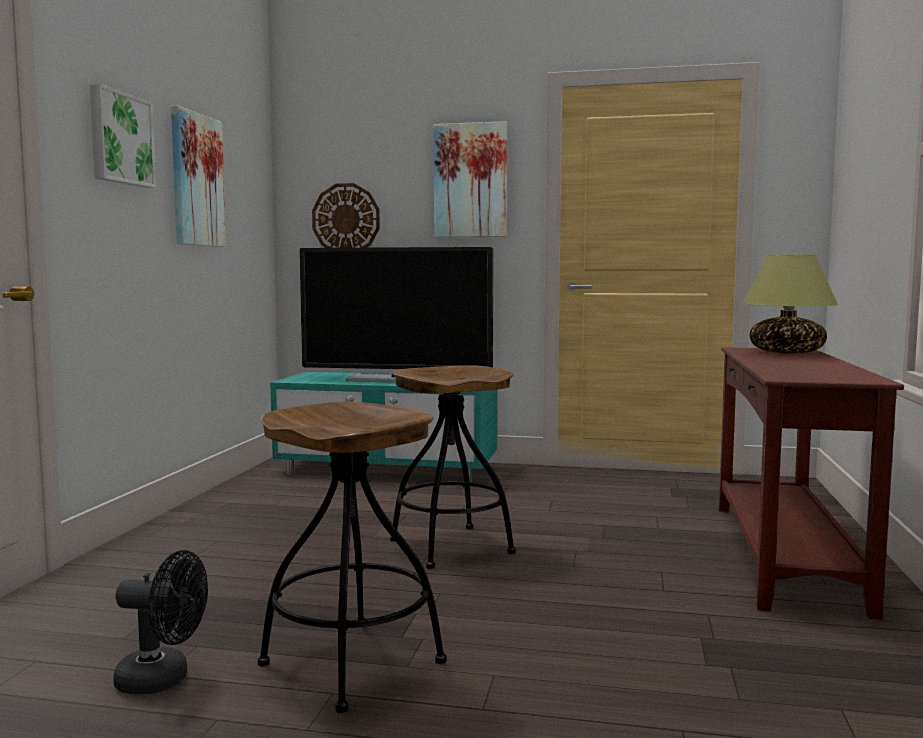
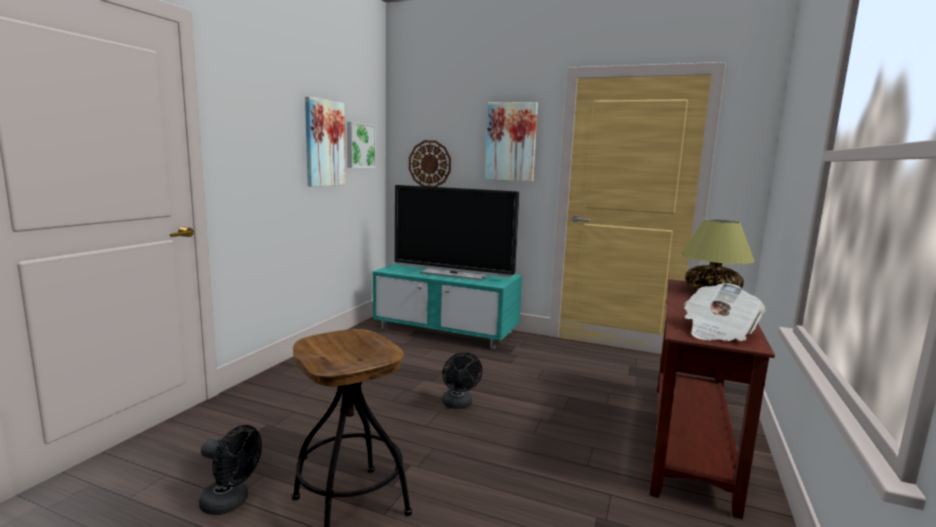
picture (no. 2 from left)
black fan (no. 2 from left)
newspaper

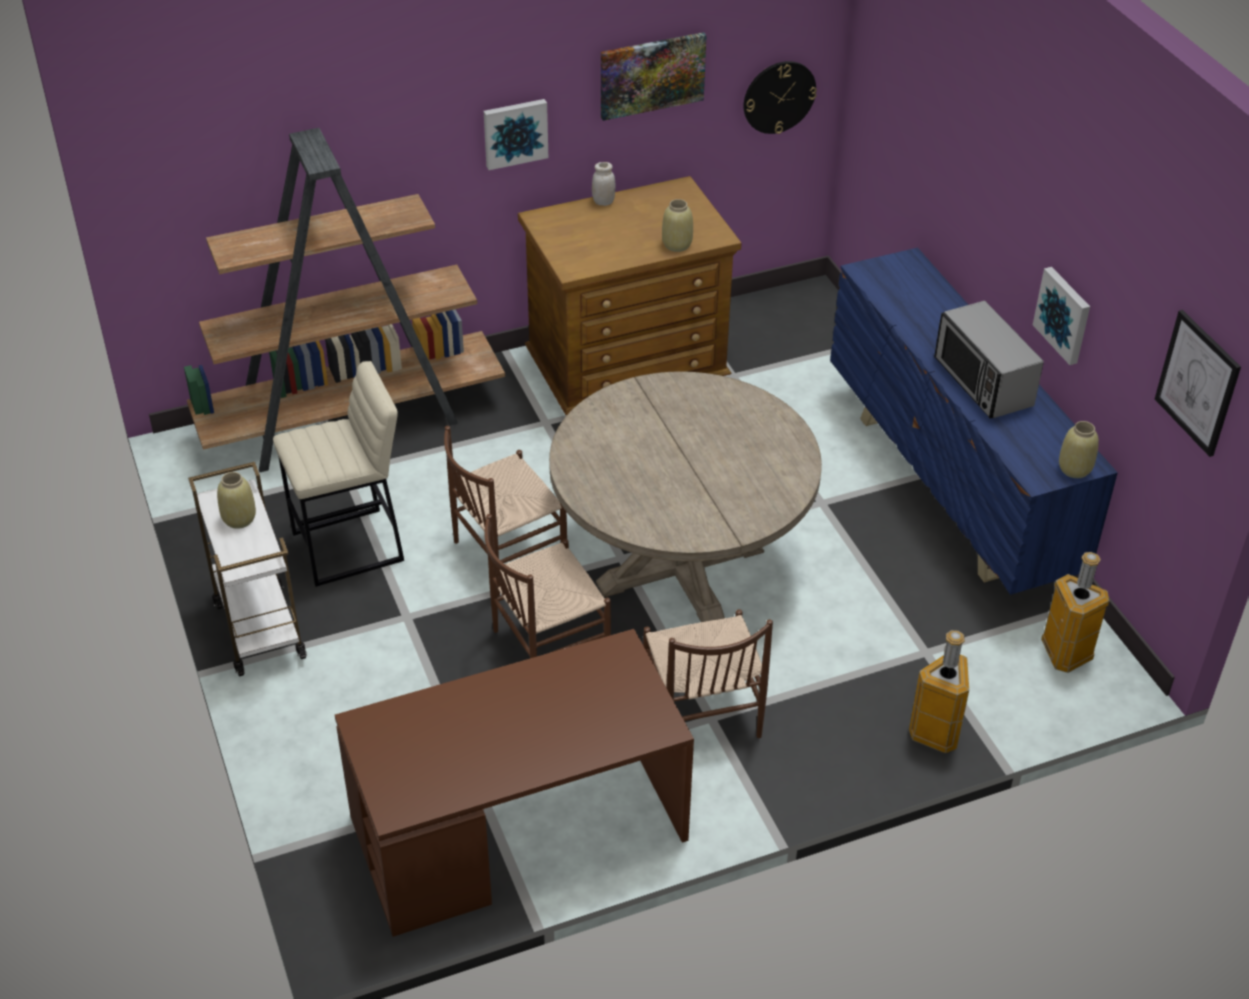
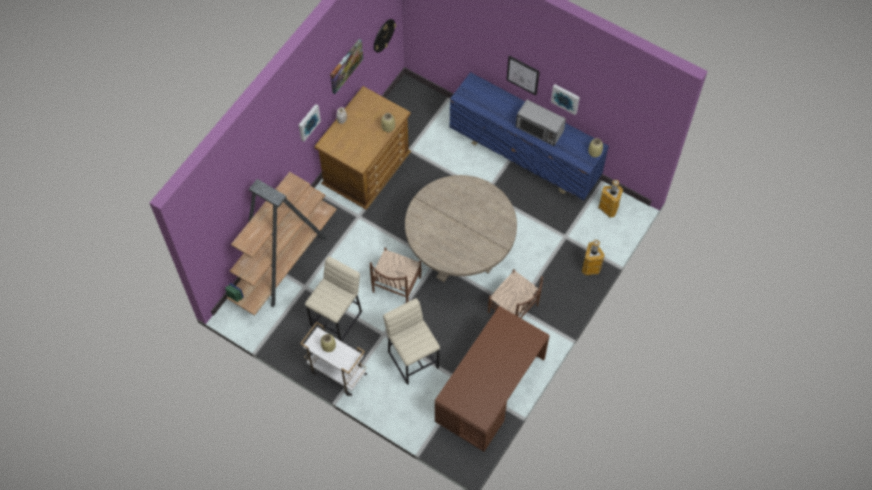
beige stool (no. 2 from left)
picture (no. 3 from left)
brown chair (no. 2 from left in the first image)

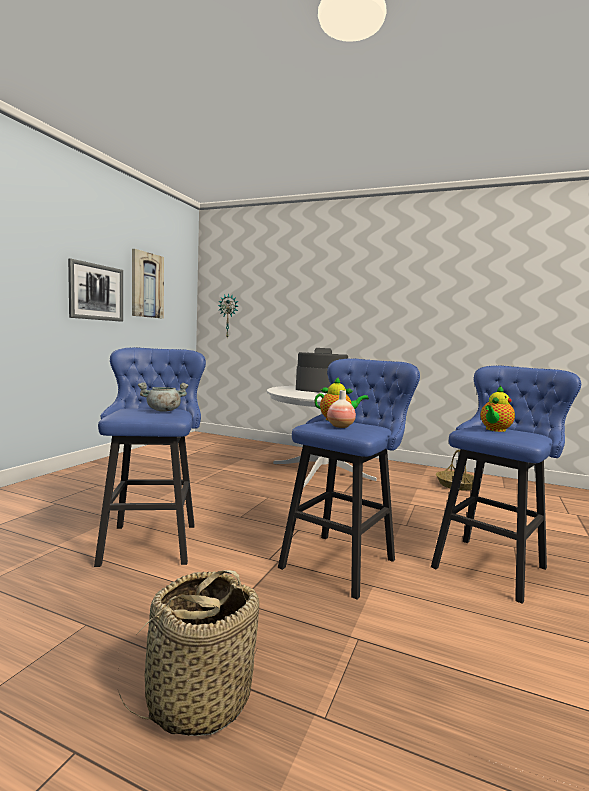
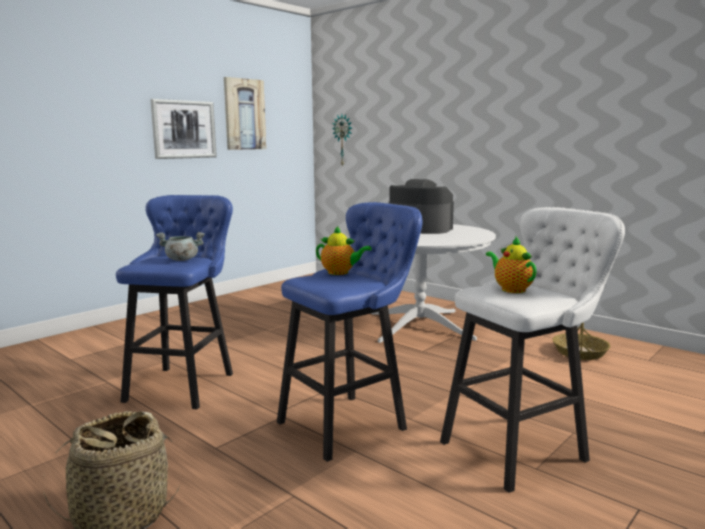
white stool
teapot (no. 2 from left)
vase

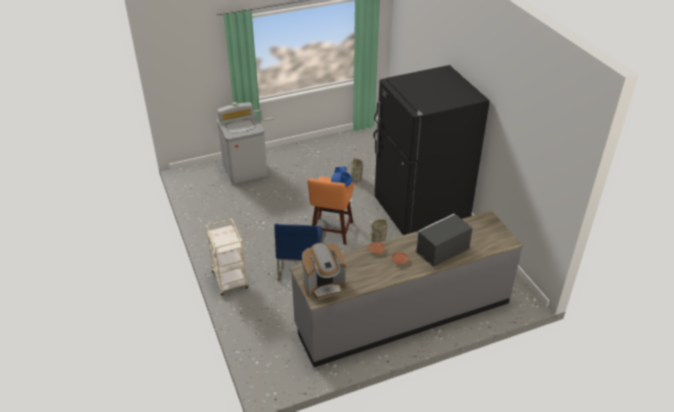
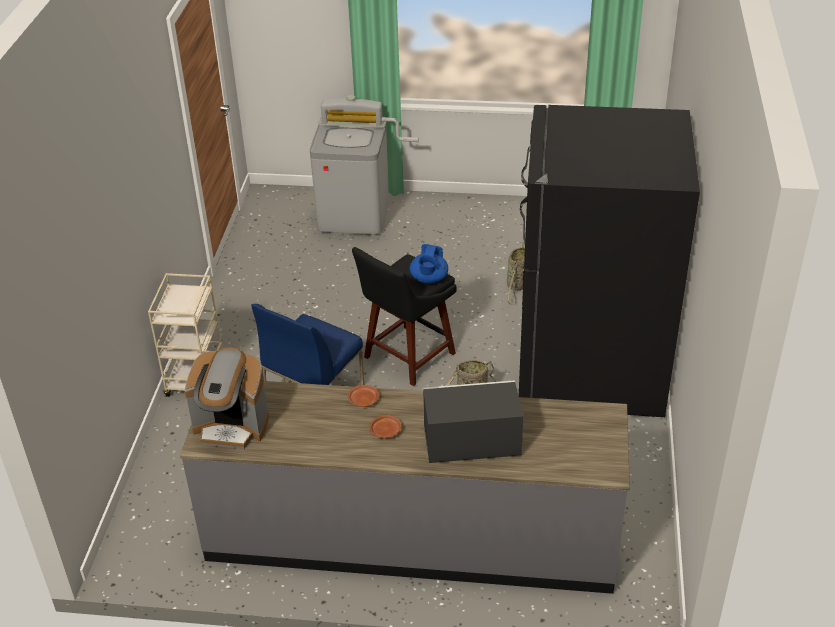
black stool

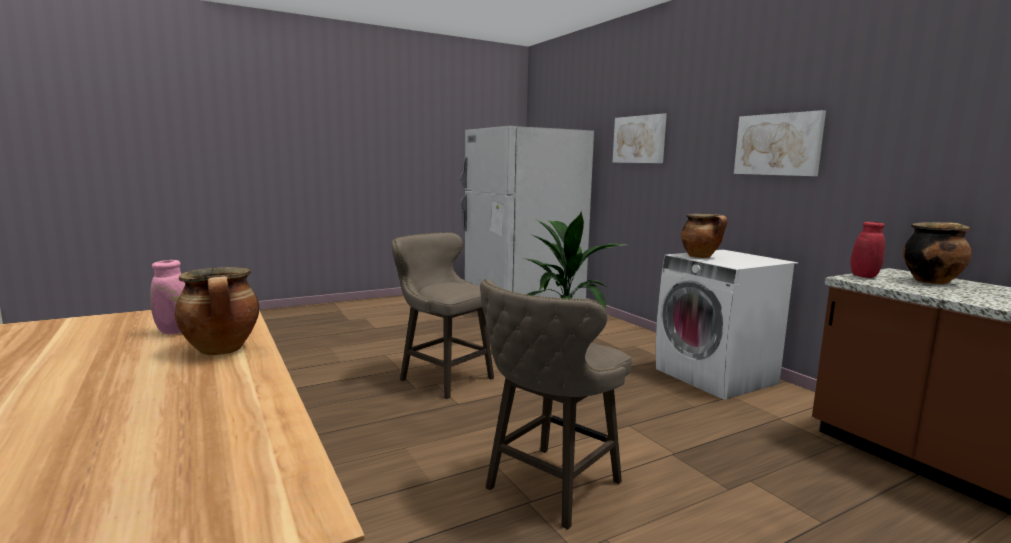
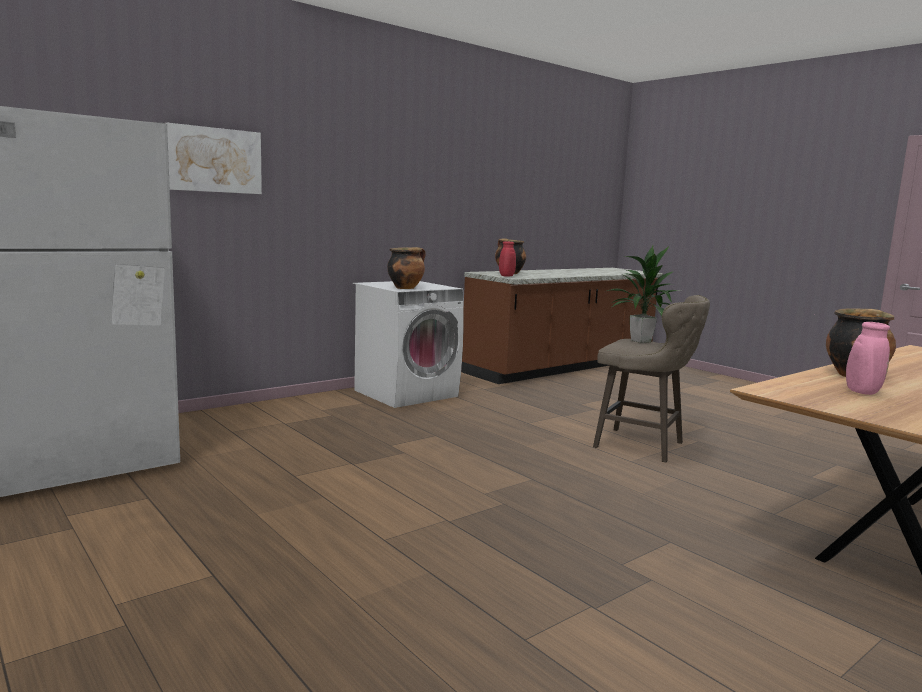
beige stool (no. 1 from left in the first image)
picture (no. 2 from left in the first image)

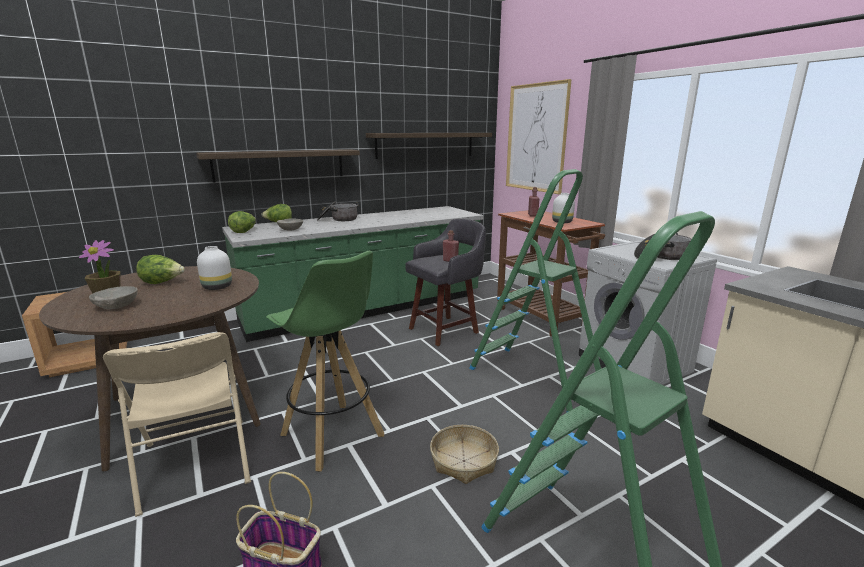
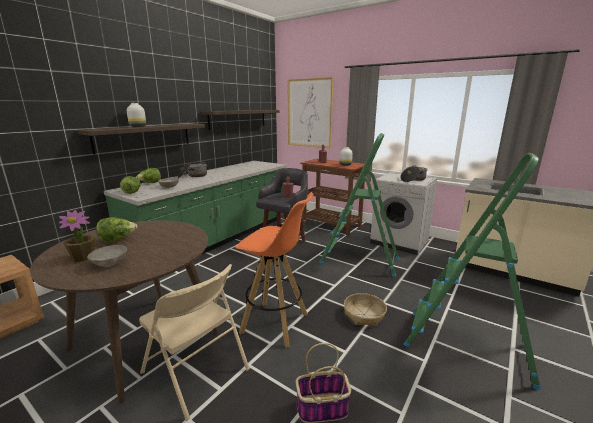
white vase (no. 1 from left)
orange stool

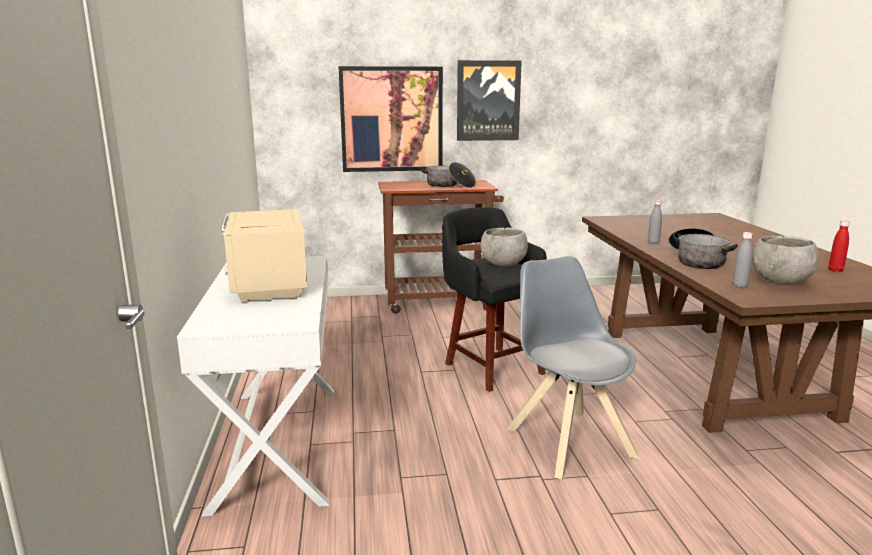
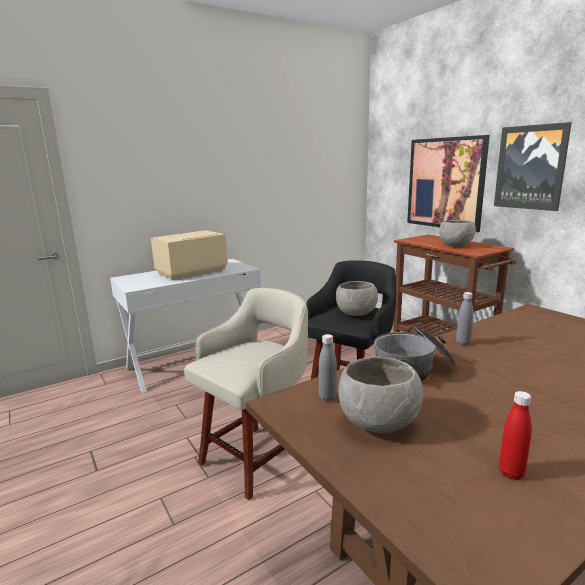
beige stool
grey bowl (no. 3 from left)

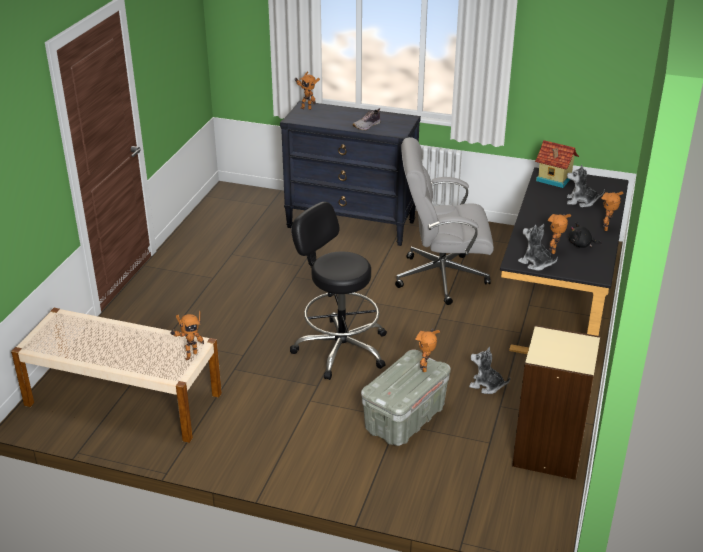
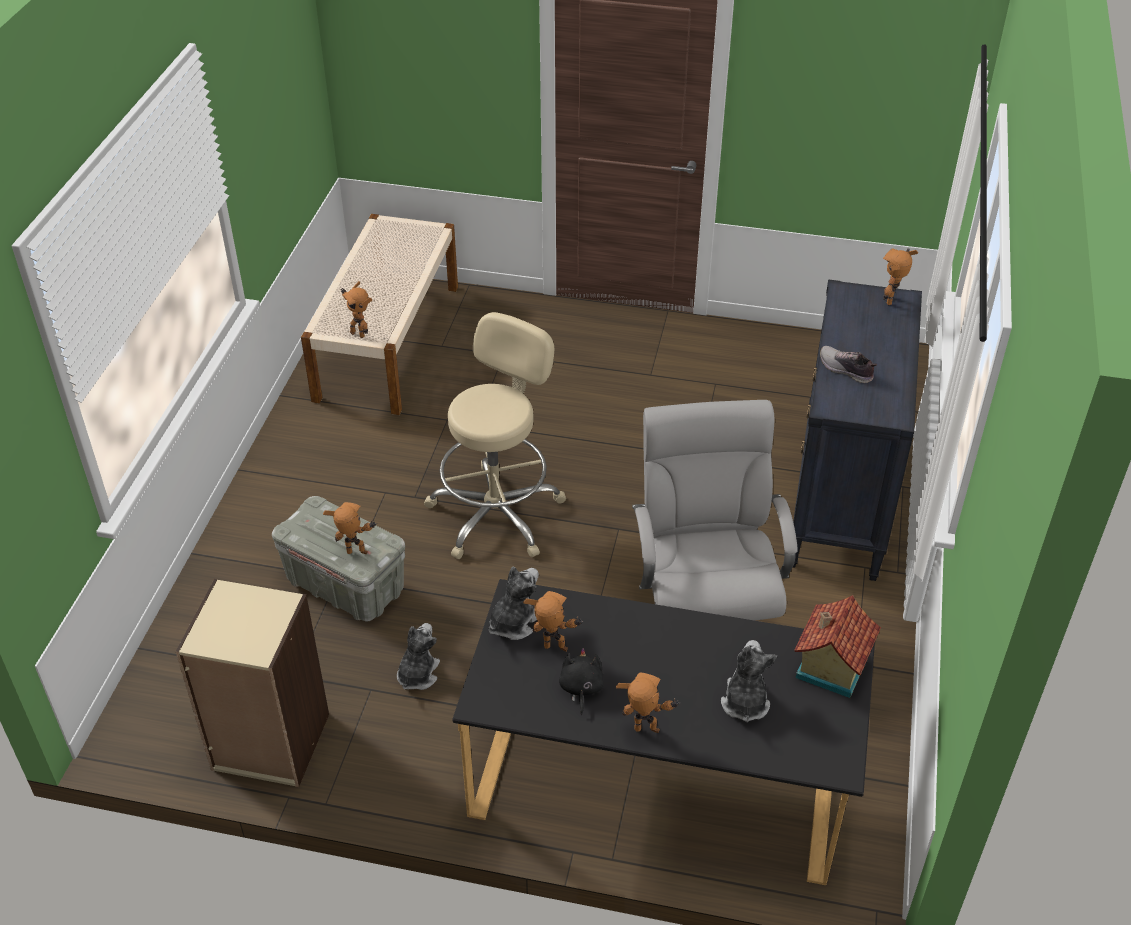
beige stool

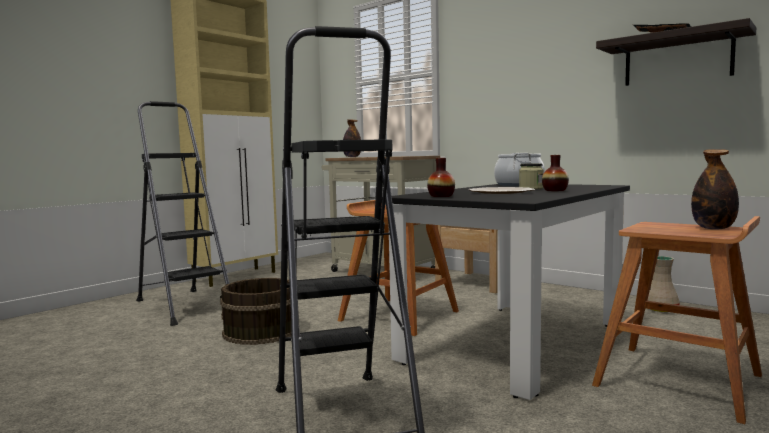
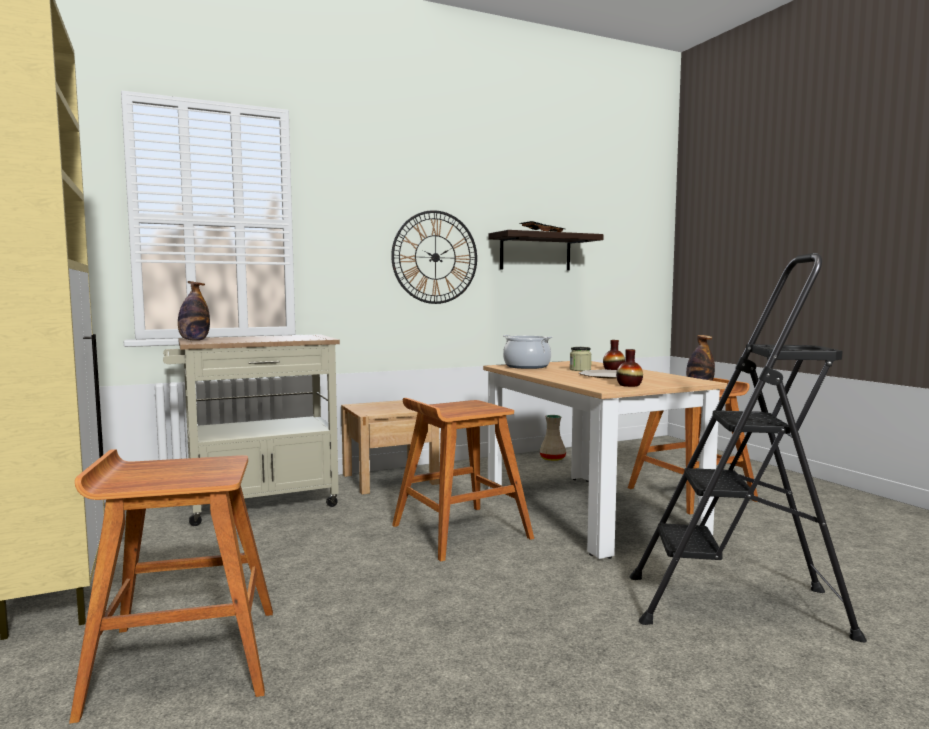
brown stool (no. 1 from left)
wall clock
beige dining table
brown bucket

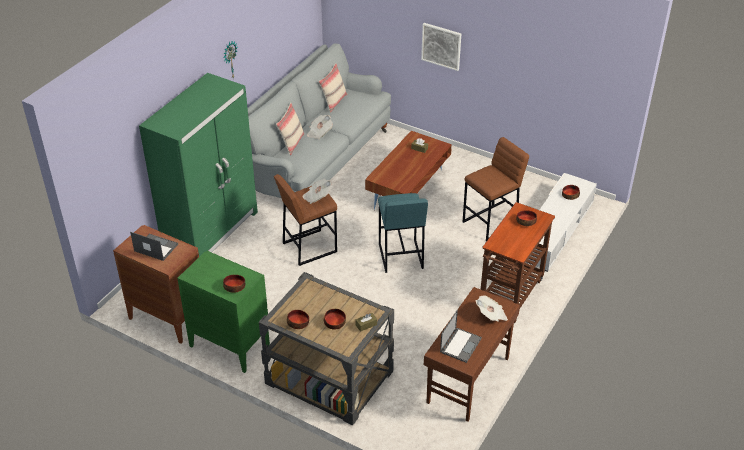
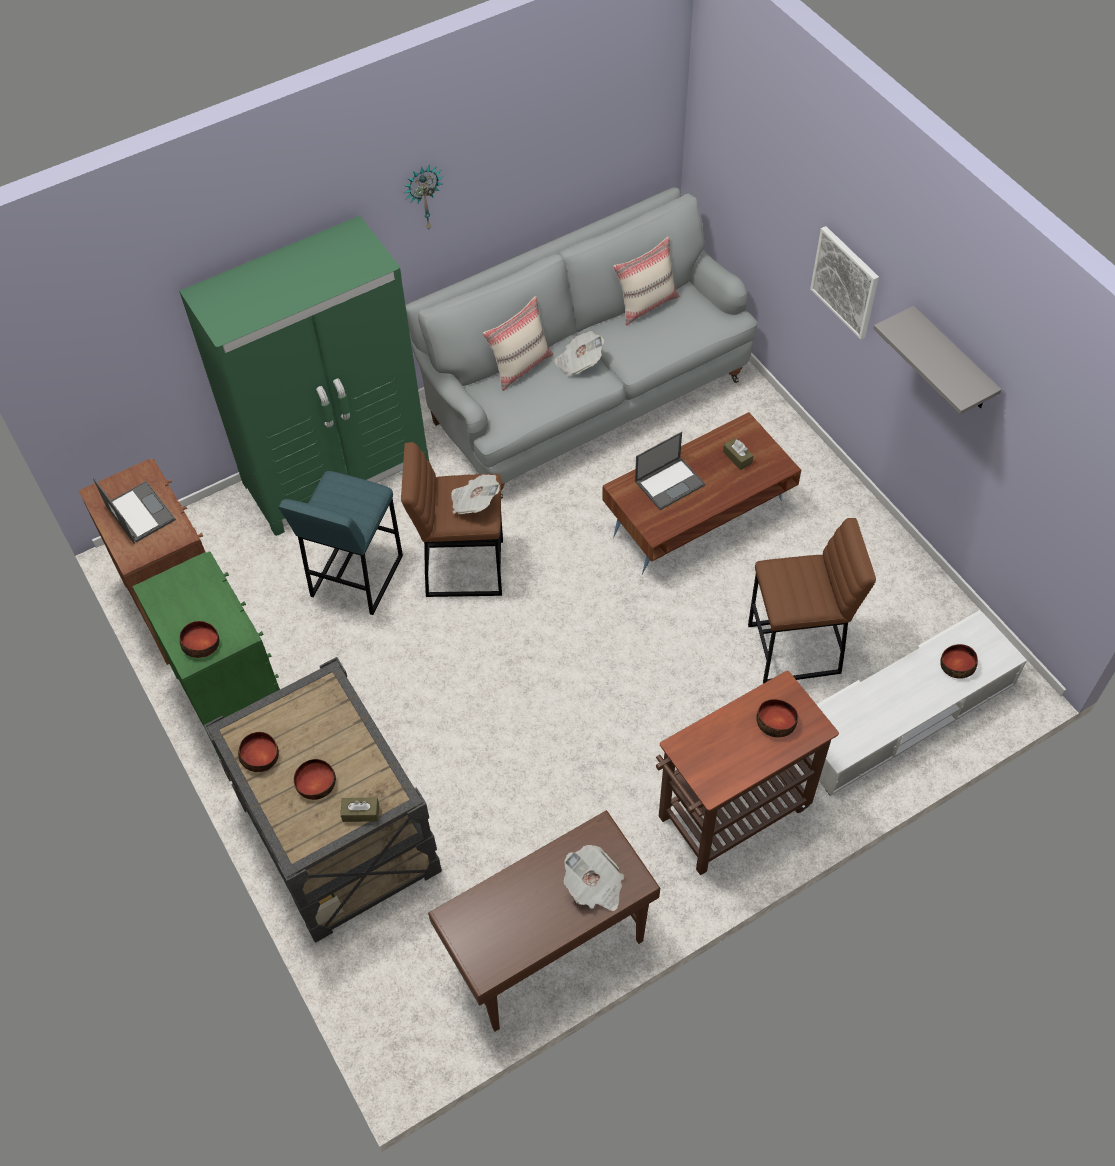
turquoise stool
laptop (no. 2 from left)
grey shelf

